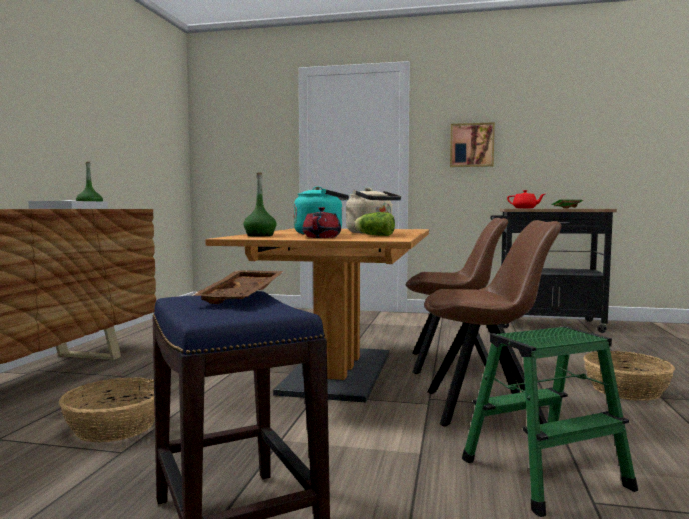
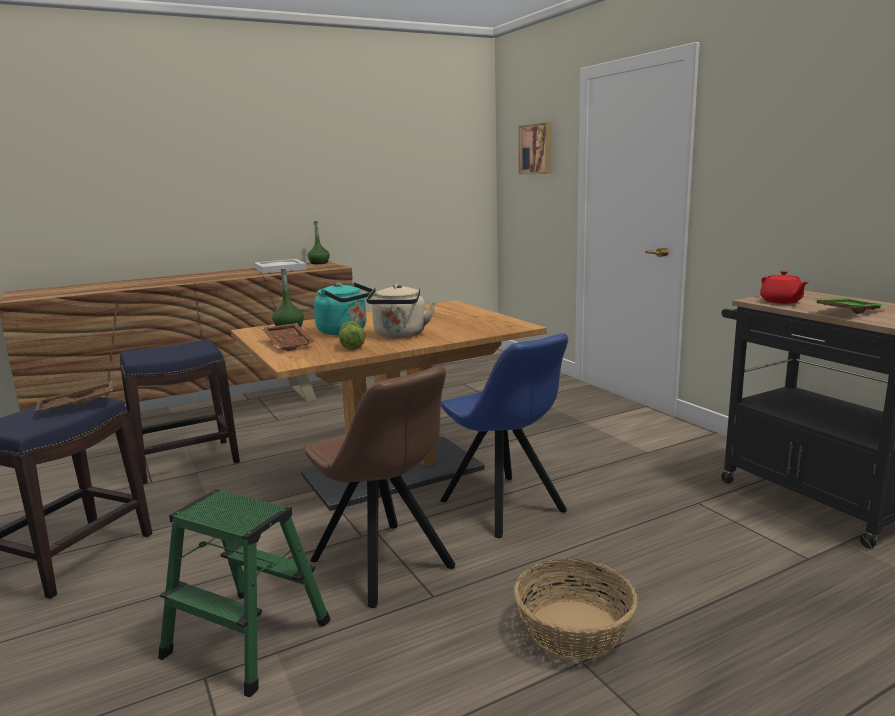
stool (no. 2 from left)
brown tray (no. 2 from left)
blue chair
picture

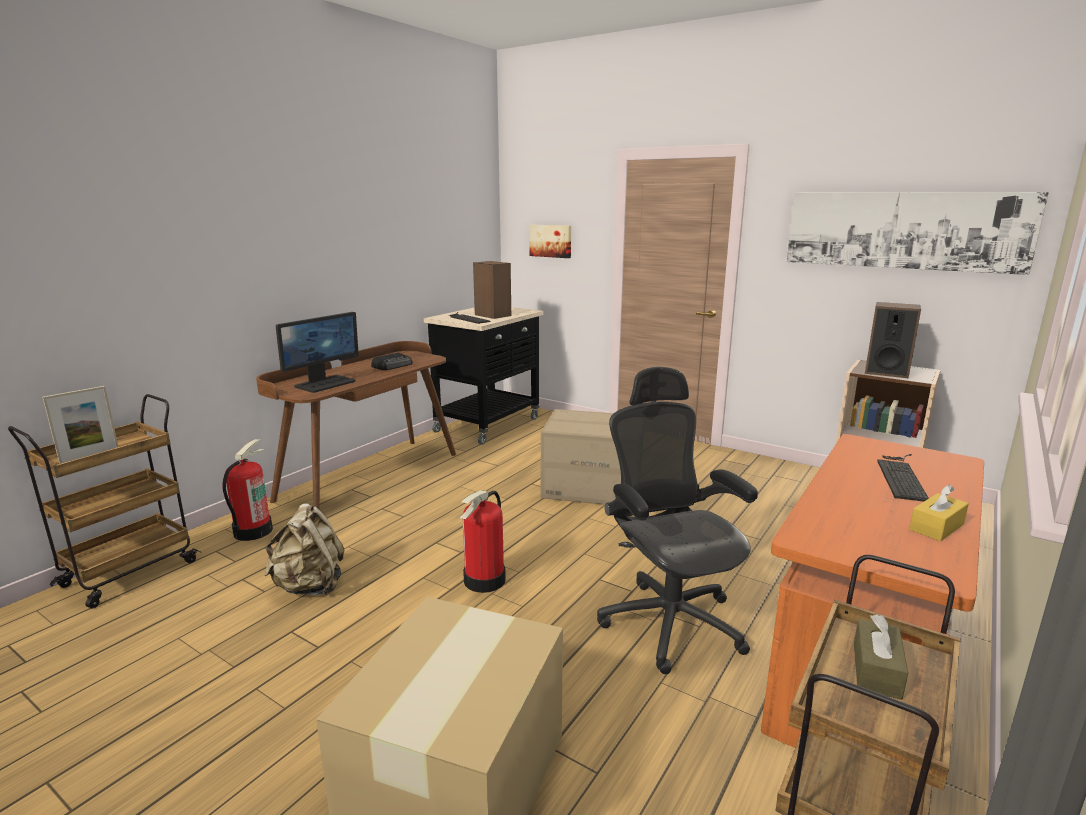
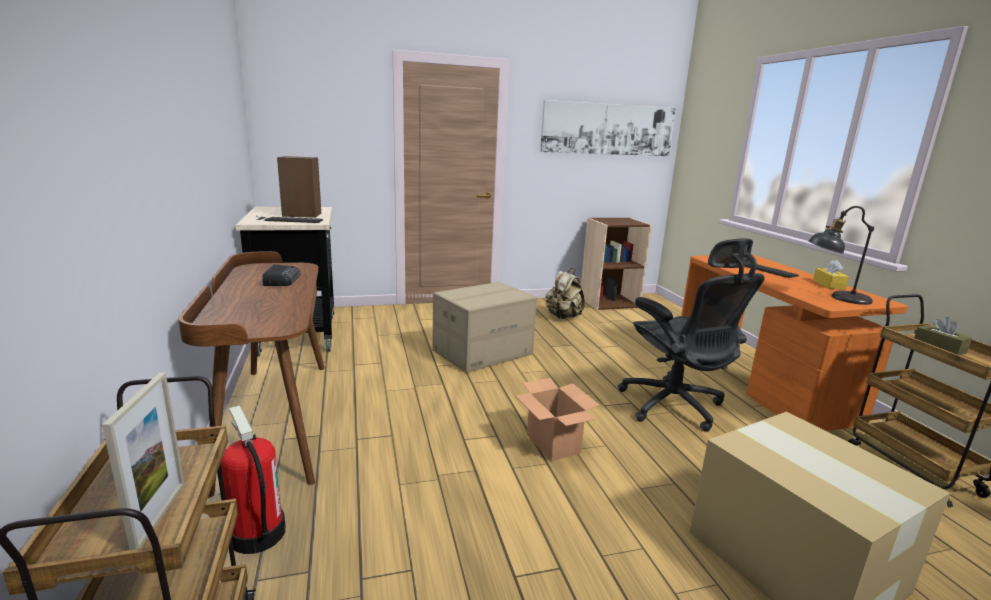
cardboard box (no. 2 from left)
beige backpack
office chair
grey table lamp
monitor
picture (no. 1 from left in the first image)
speaker (no. 2 from left in the first image)

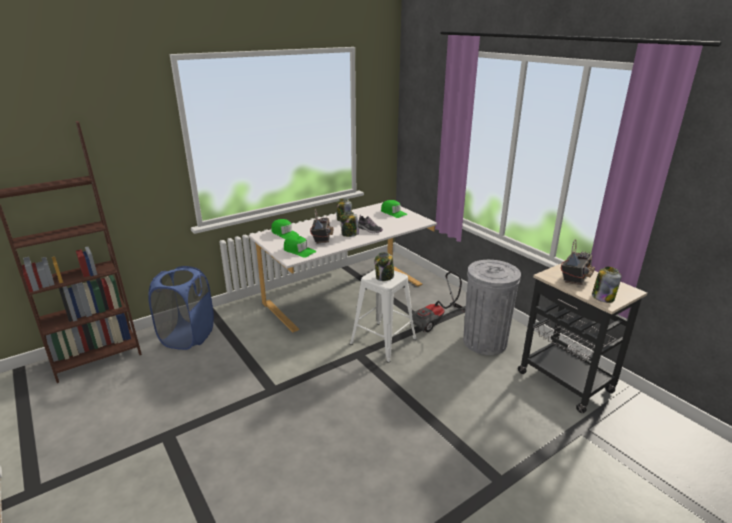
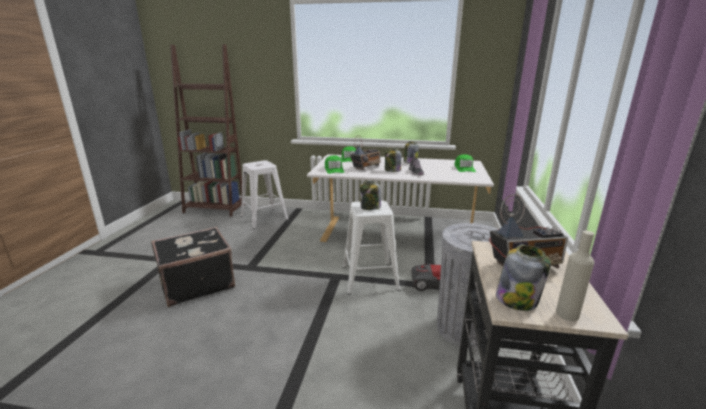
black suitcase
white stool (no. 1 from left)
beige bottle

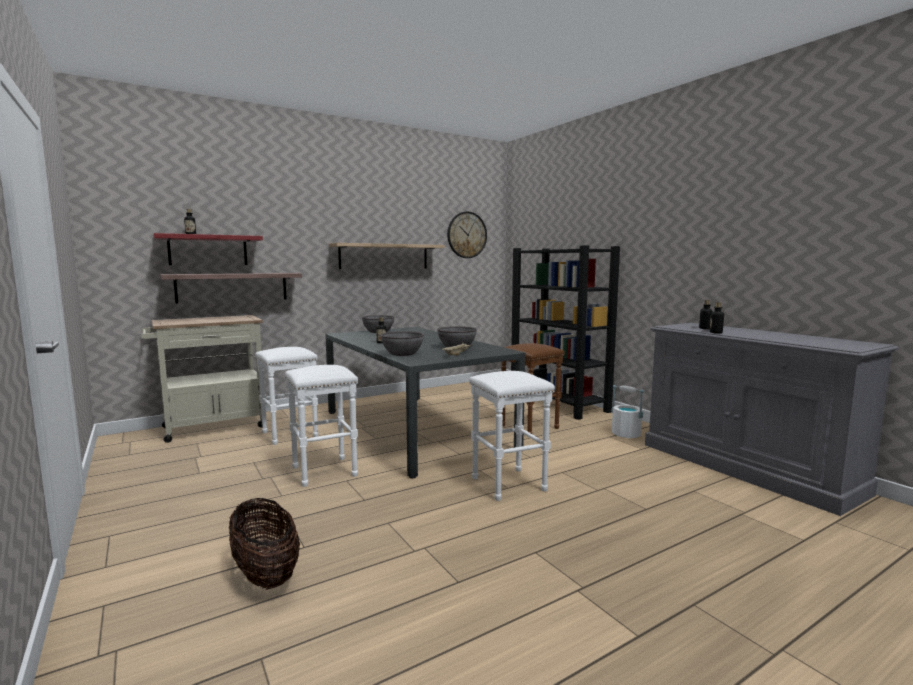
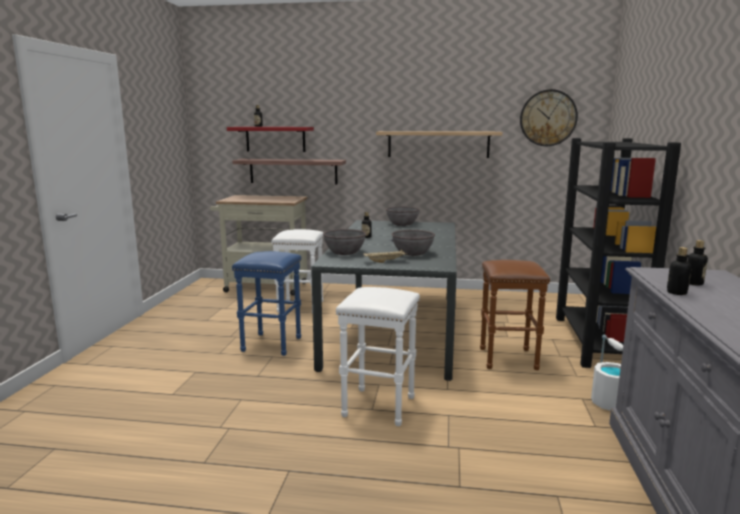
blue stool
basket

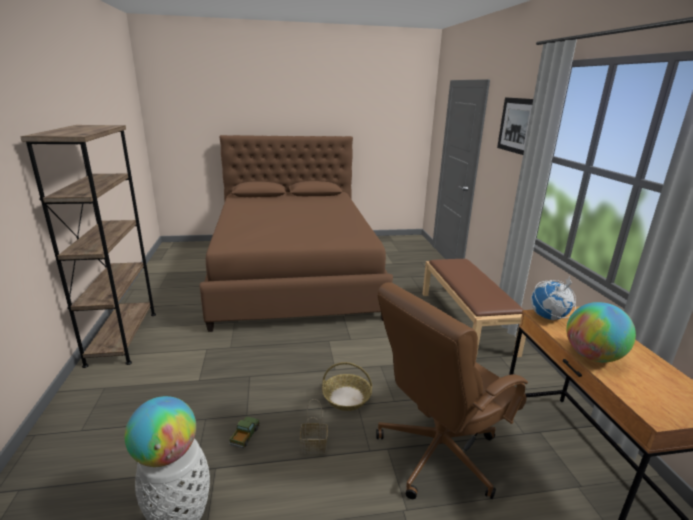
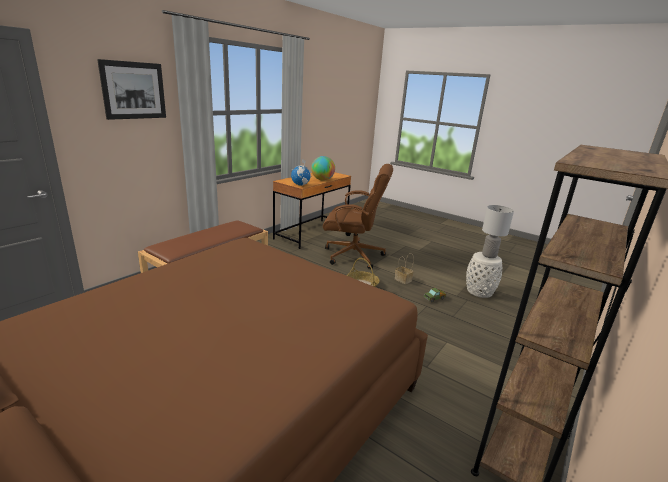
grey table lamp

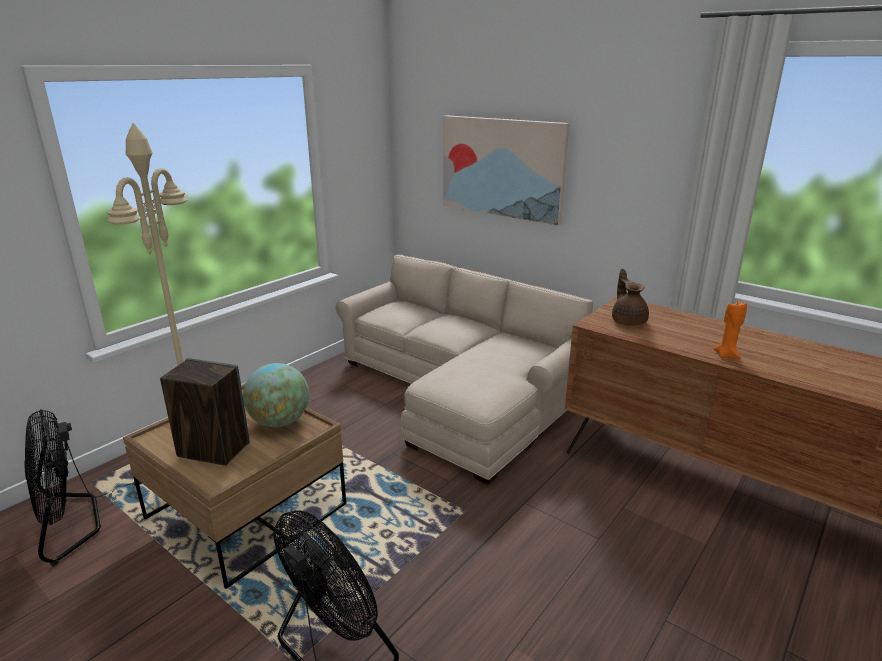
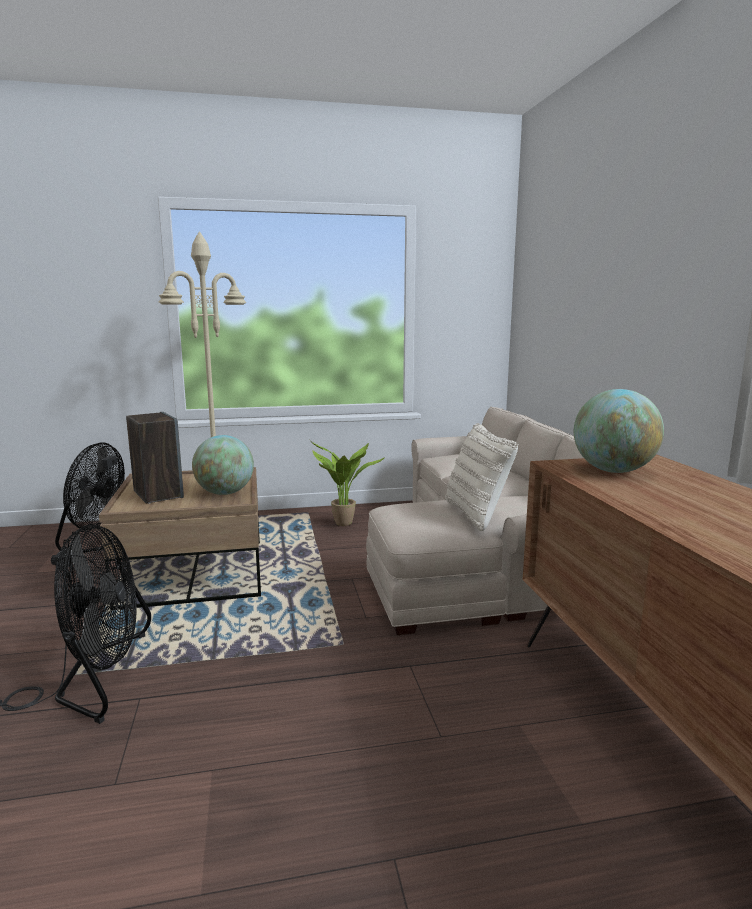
potted plant
beige pillow
globe (no. 2 from left)
picture
orange candle

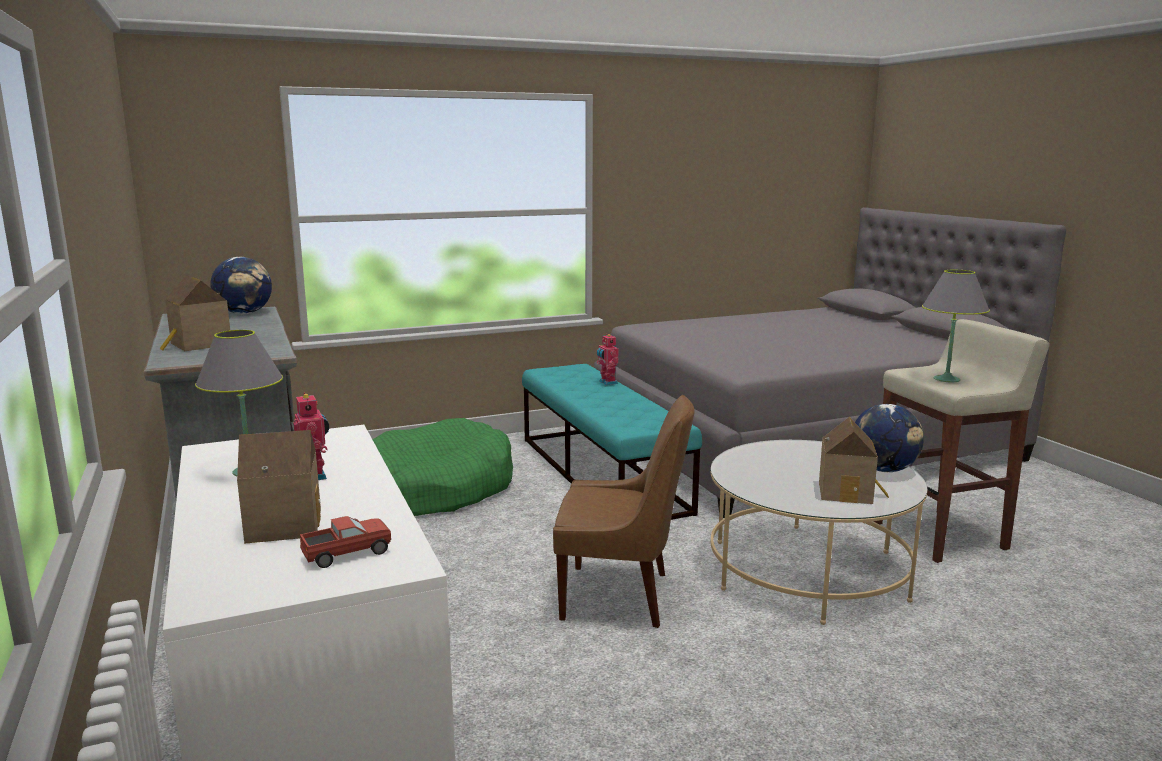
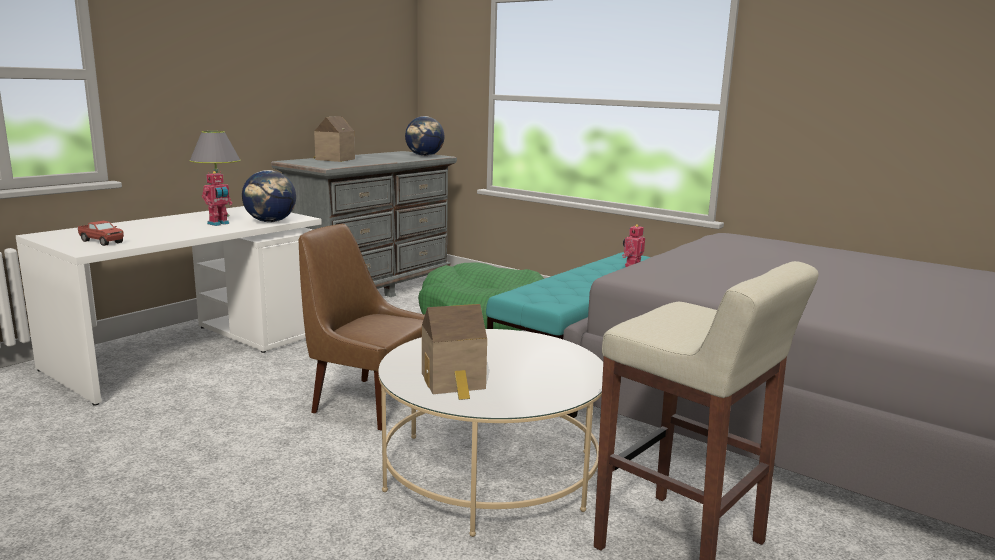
globe (no. 1 from left)
brown chair
toy house (no. 2 from left in the first image)
grey table lamp (no. 2 from left in the first image)

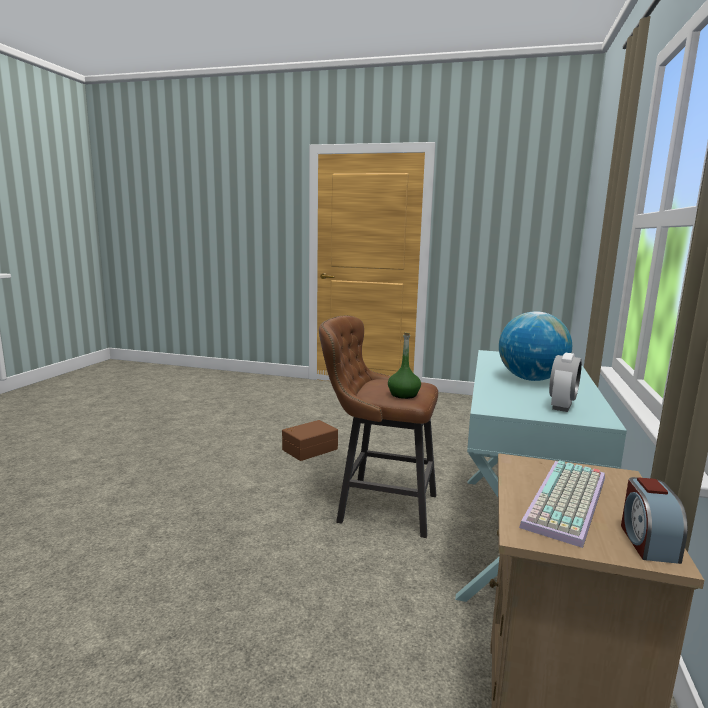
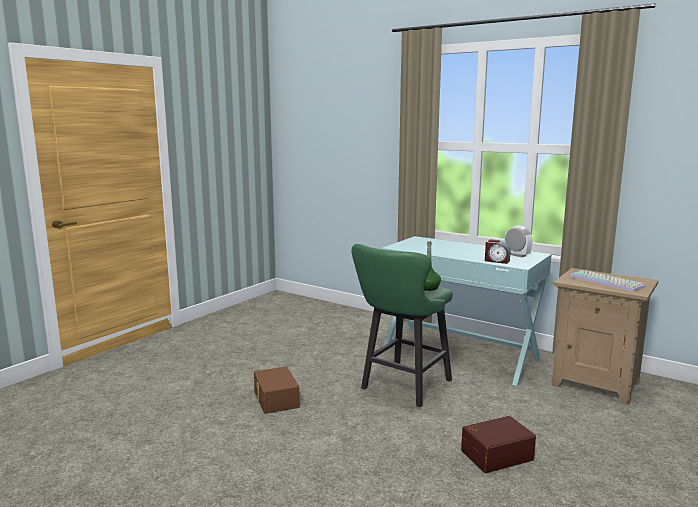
green stool
brown storage box (no. 2 from left)
alarm clock (no. 1 from left)
globe

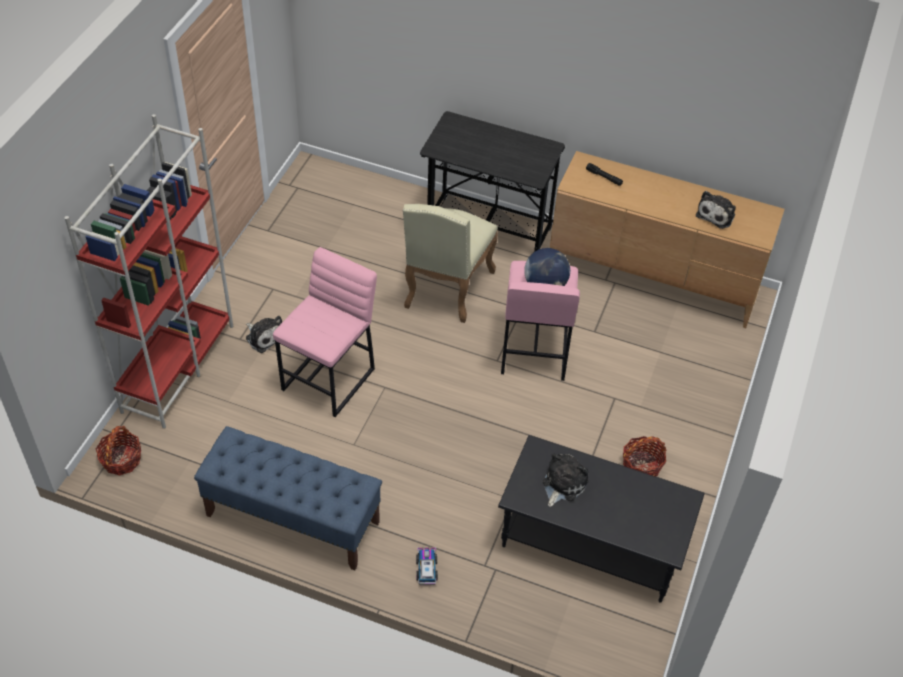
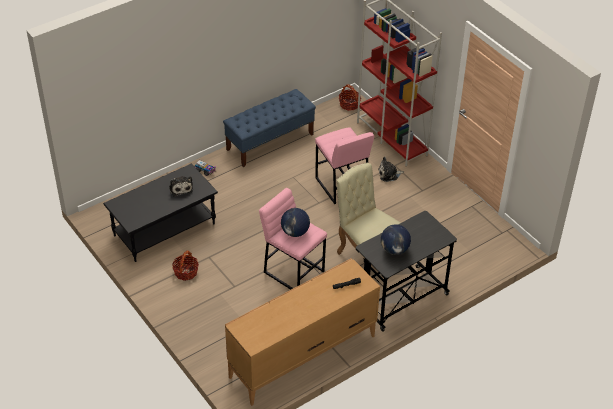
globe (no. 2 from left)
plush toy (no. 3 from left in the first image)

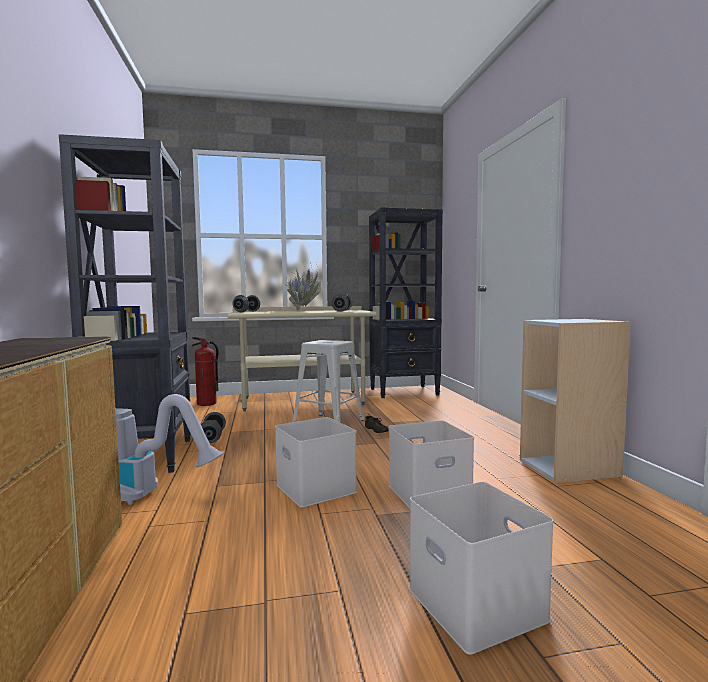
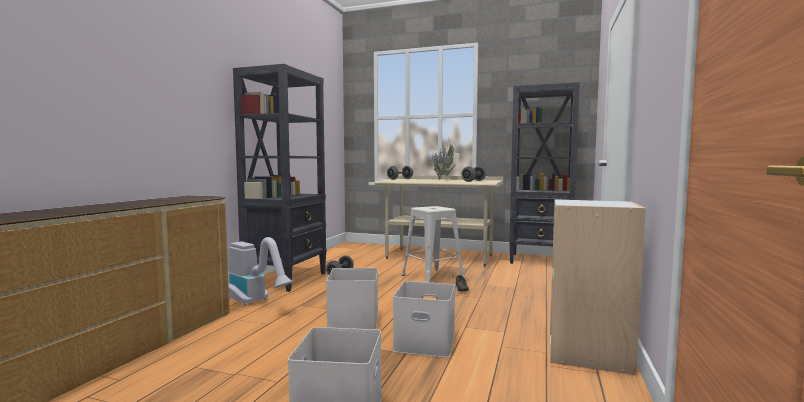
fire extinguisher

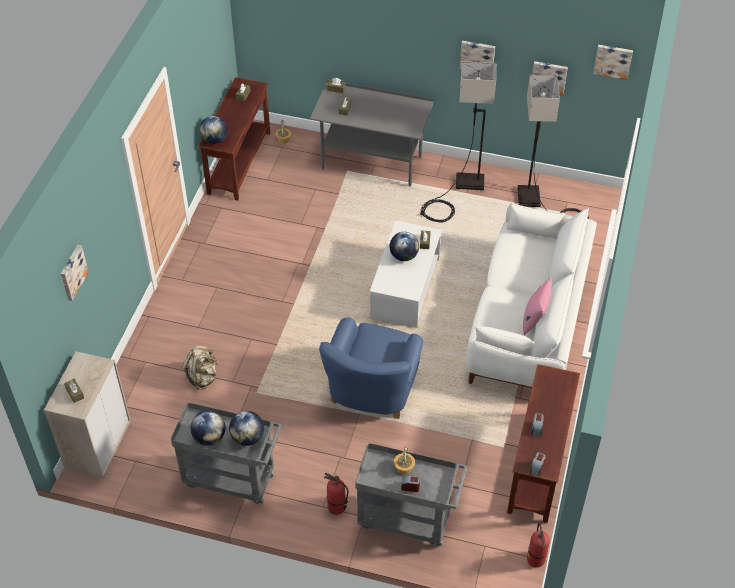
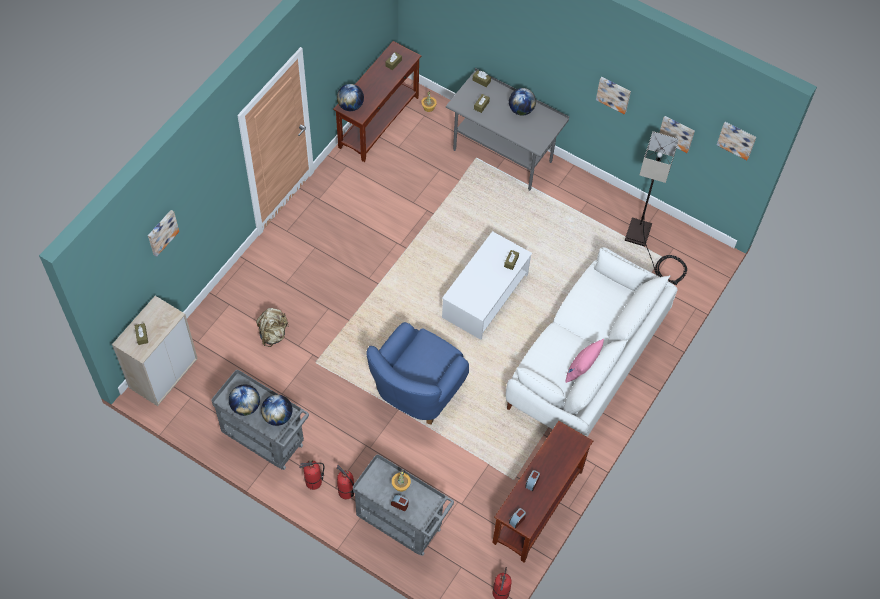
fire extinguisher (no. 1 from left)
globe (no. 4 from left)
floor lamp (no. 1 from left in the first image)

